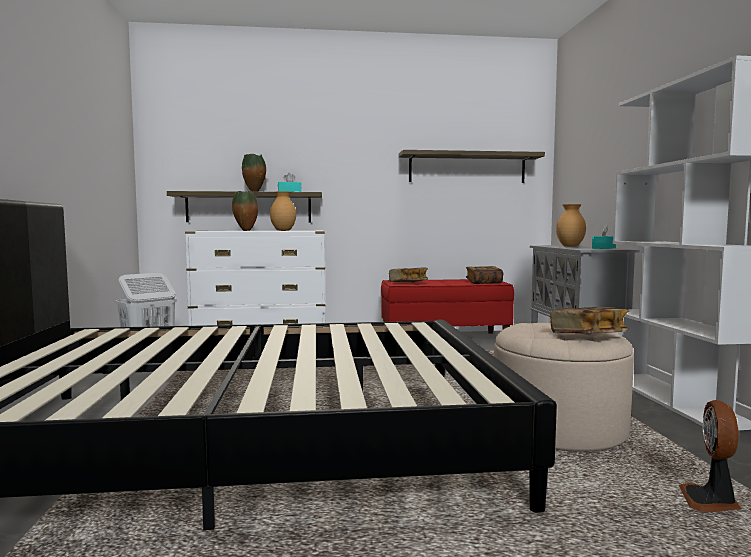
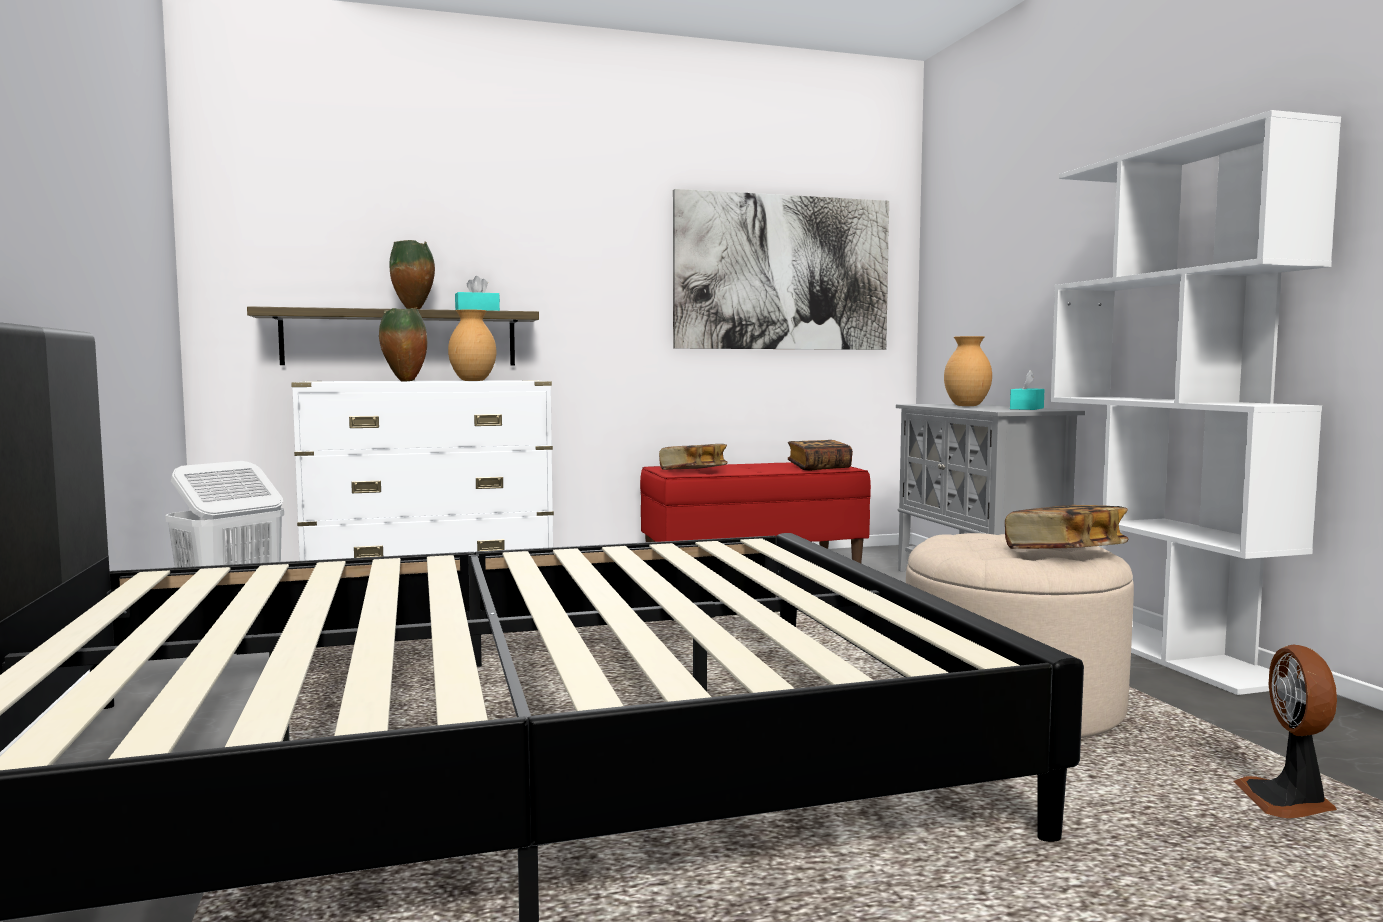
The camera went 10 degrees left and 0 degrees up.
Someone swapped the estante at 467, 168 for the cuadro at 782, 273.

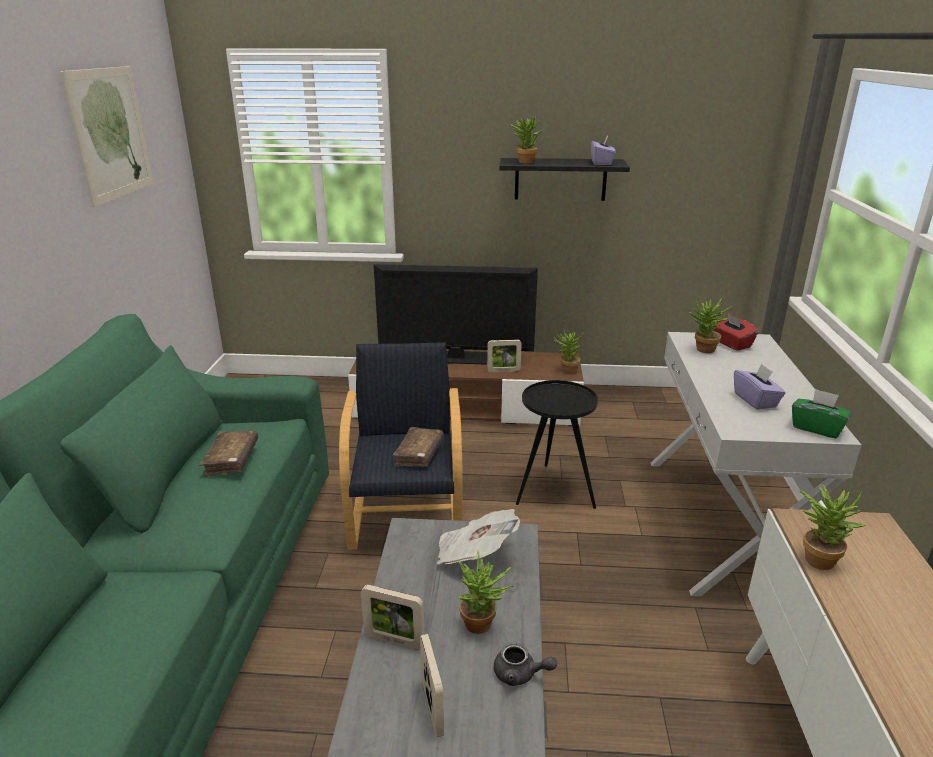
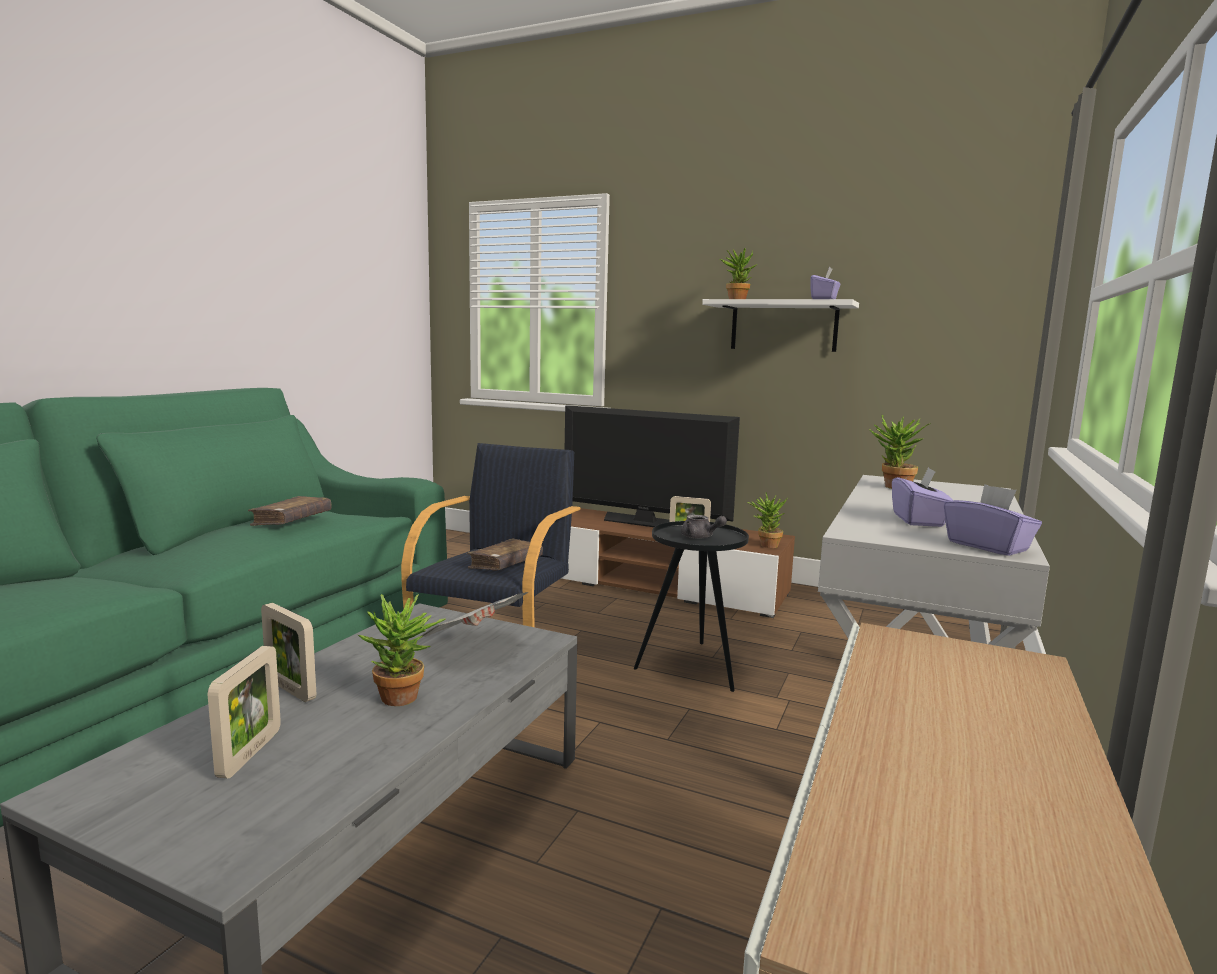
The camera went 20 degrees right and 15 degrees down.
Someone took away the cuadro at 111, 133.
Someone repainted the estante [negro] at 560, 179, which became the estante [blanco] at 783, 326.
Someone took away the caja de pañuelos [rojo] at 731, 344.
Someone repainted the caja de pañuelos [verde] at 816, 428, which became the caja de pañuelos [morado] at 987, 546.
Someone took away the planta en maceta at 818, 557.
Someone carried the tetera [gris] from 520, 674 to 700, 537.

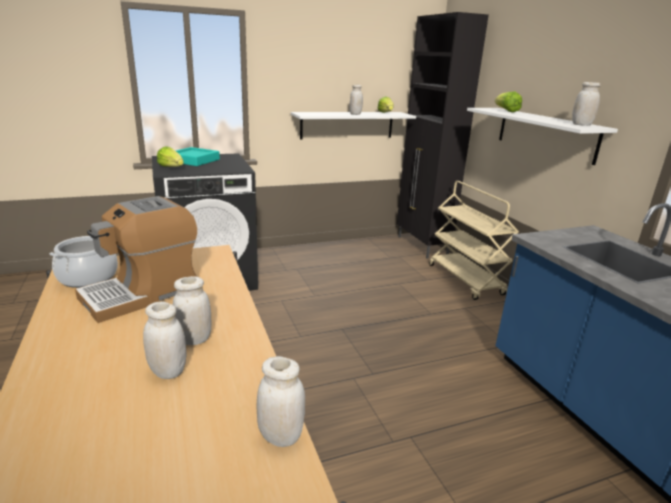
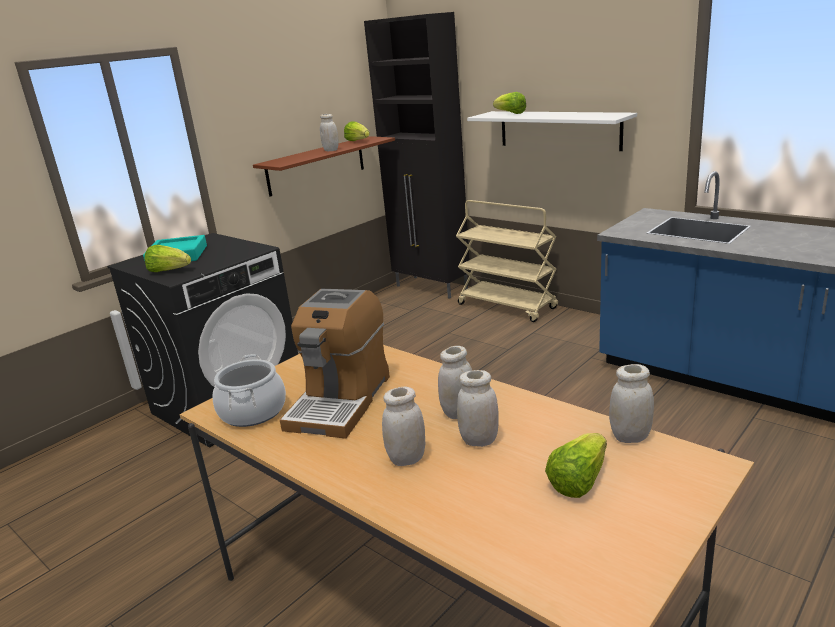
The camera went 25 degrees left and 0 degrees up.
Someone carried the tarro [blanco] from 581, 125 to 407, 459.
Someone repainted the estante [blanco] at 347, 125, which became the estante [marrón] at 316, 165.
Someone put down the lechuga at 578, 481.

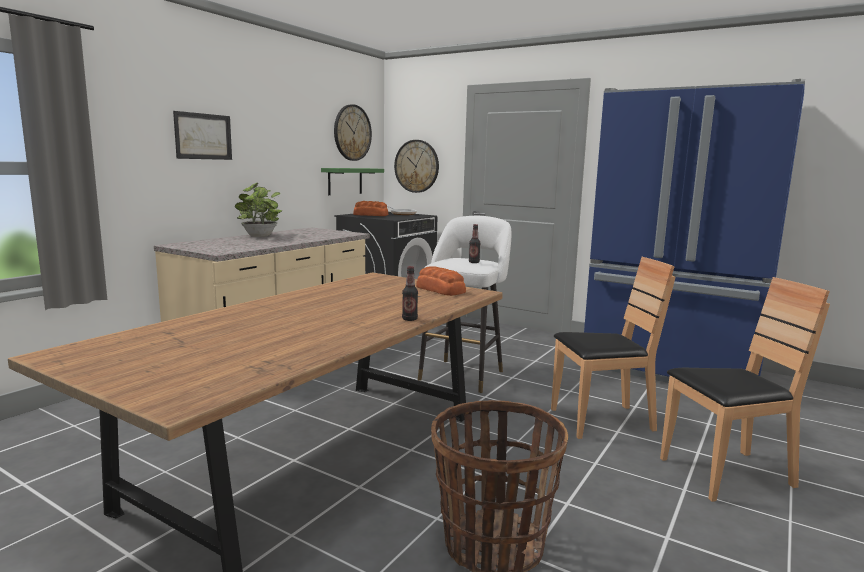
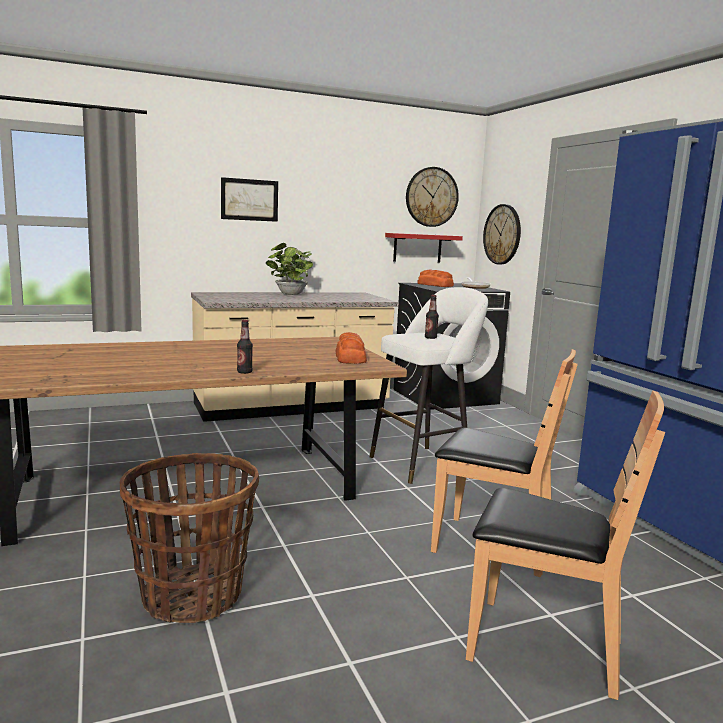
The camera went 35 degrees right and 0 degrees up.
Someone repainted the estante [verde] at 345, 181, which became the estante [rojo] at 417, 248.

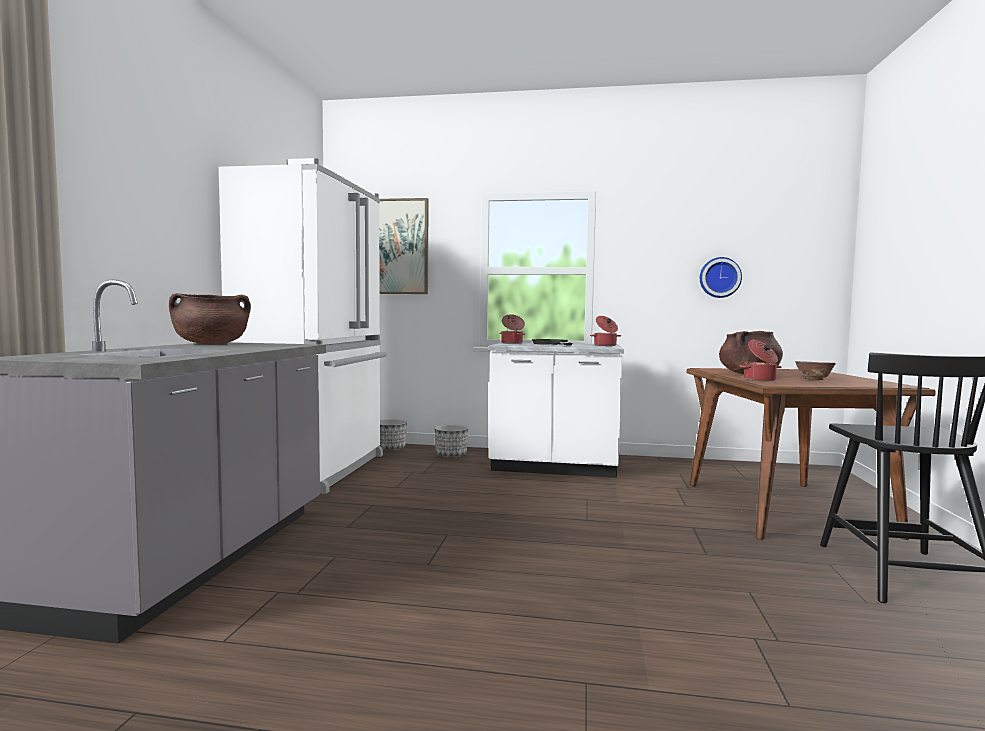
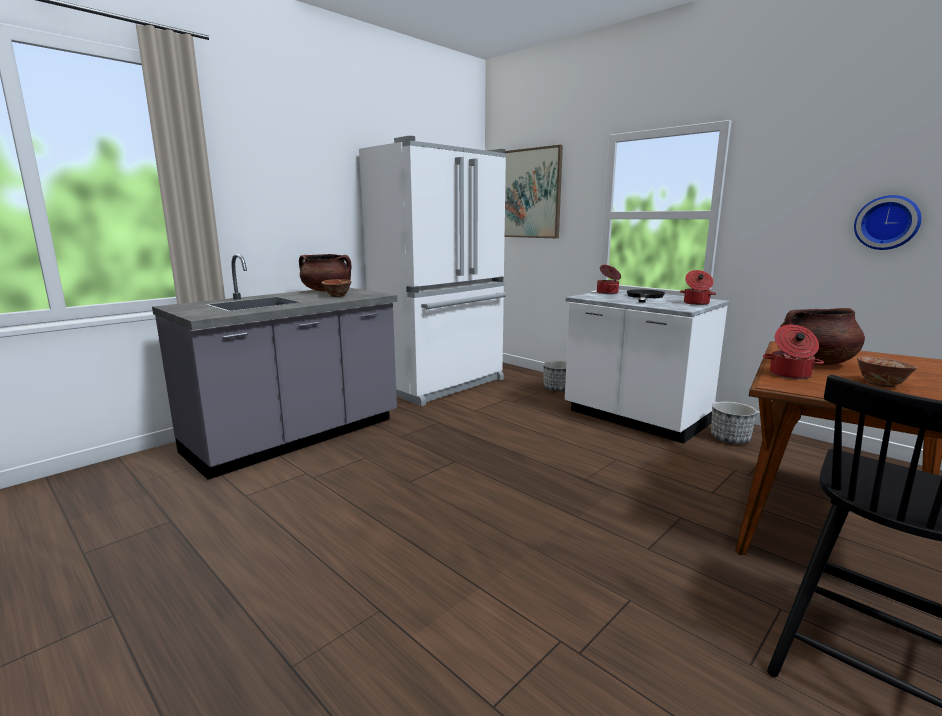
The camera went 35 degrees right and 10 degrees up.
Someone carried the maceta from 390, 449 to 730, 439.
Someone put down the cuenco at 337, 296.

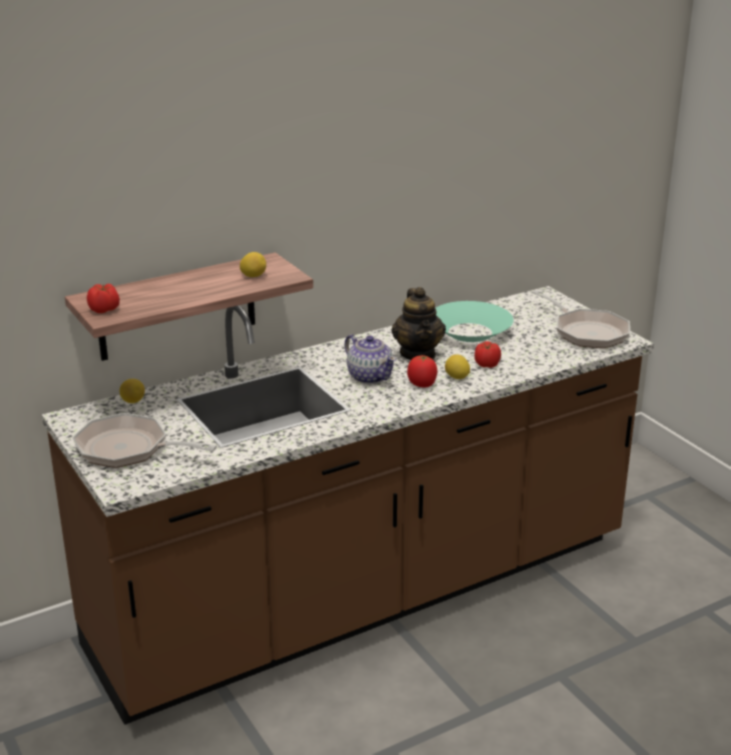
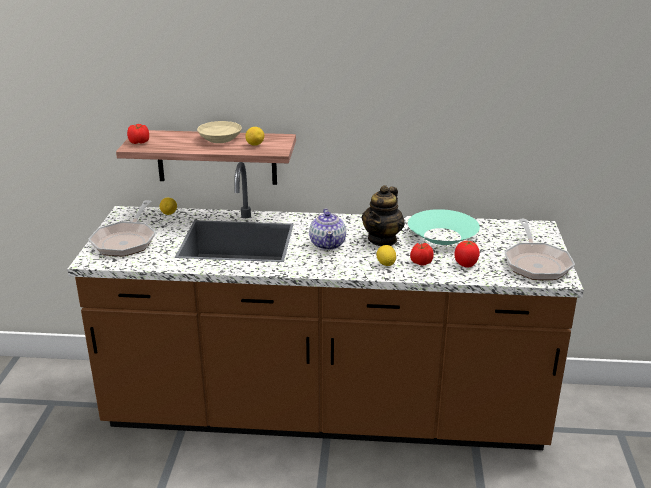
The camera went 35 degrees right and 0 degrees up.
Someone carried the tomate from 422, 384 to 466, 264.
Someone rotated the sartén at 129, 449 by 135 degrees counterclockwise.
Someone put down the cuenco [beis] at 221, 139.

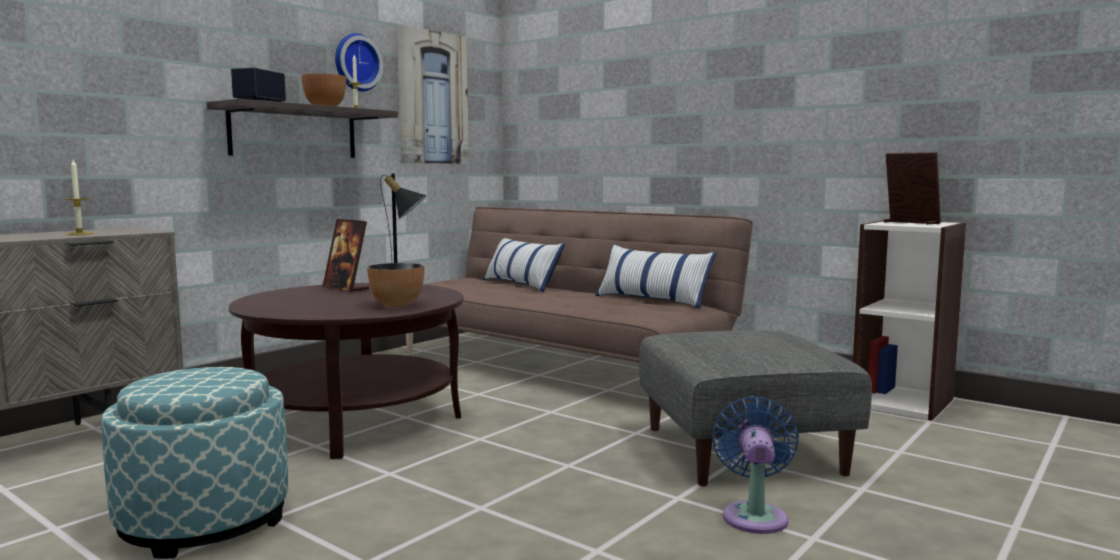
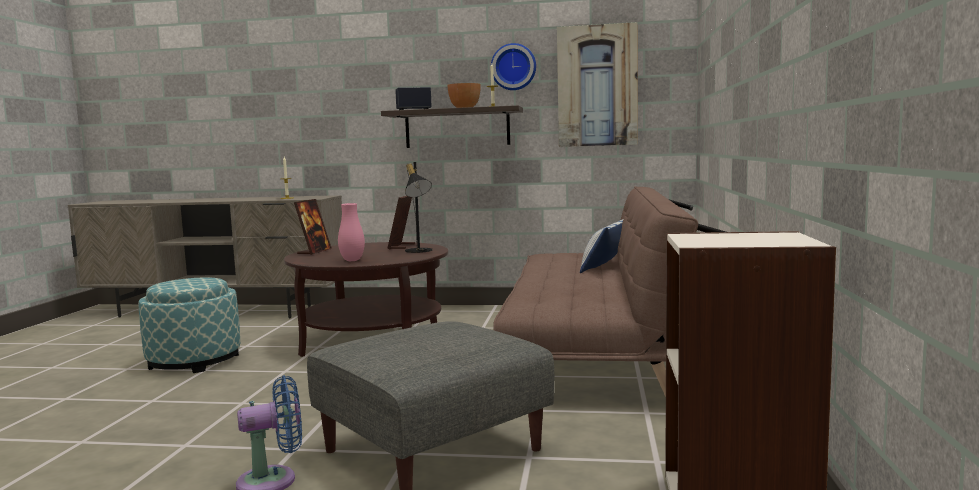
The camera went 60 degrees right and 0 degrees up.
Someone carried the portarretratos from 910, 223 to 314, 251.
Someone took away the cojín at 652, 300.
Someone swapped the cuenco at 396, 305 for the florero [rosa] at 352, 260.

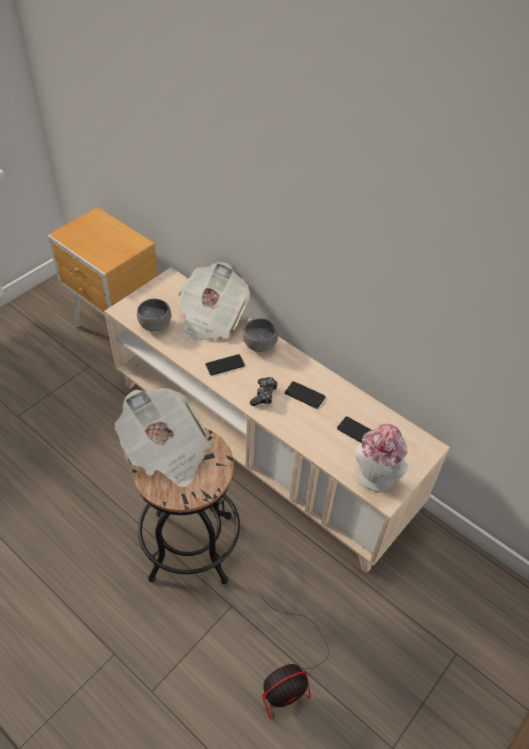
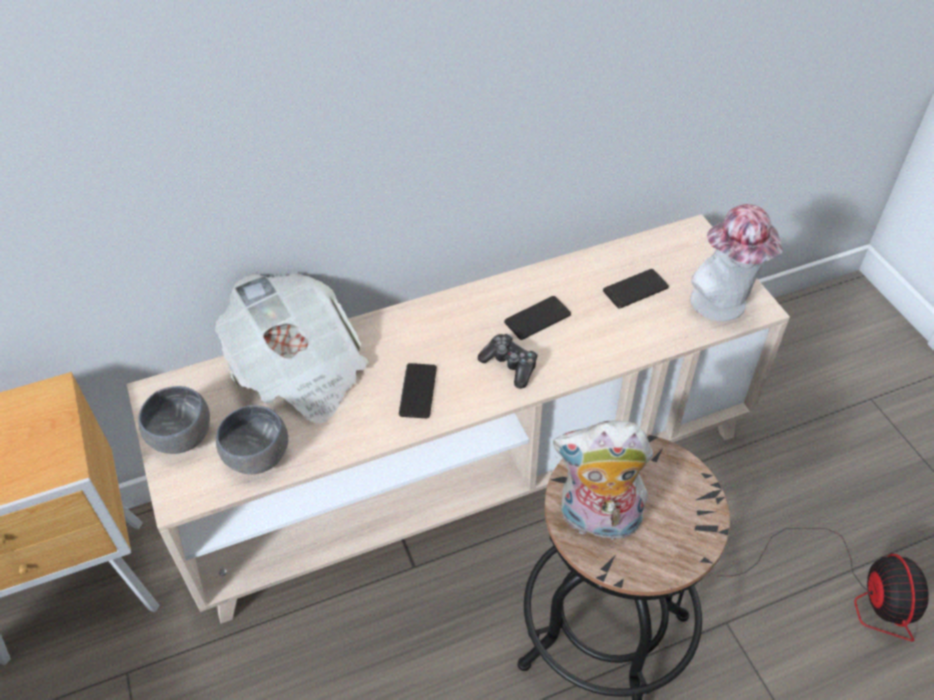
The camera went 60 degrees left and 0 degrees up.
Someone carried the cuenco [gris] from 258, 345 to 181, 439.
Someone swapped the periódico at 166, 451 for the peluche at 597, 520.

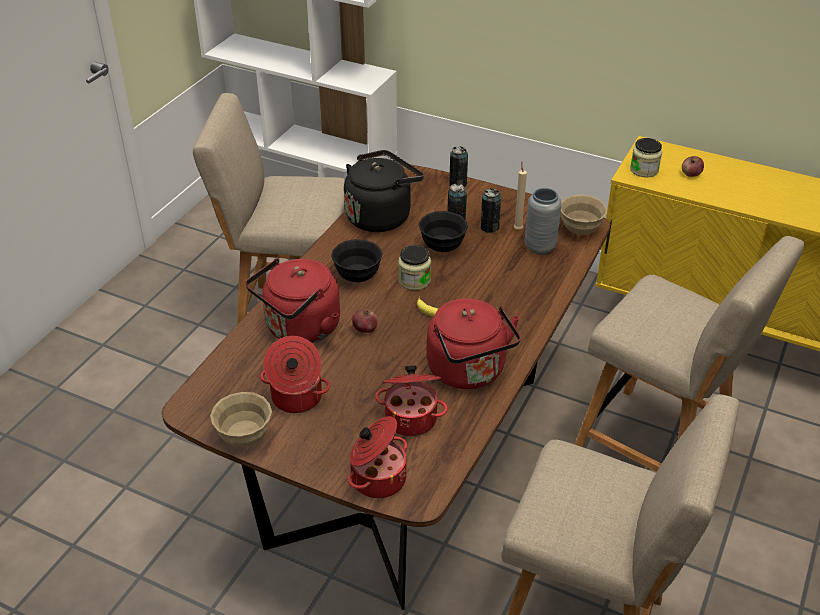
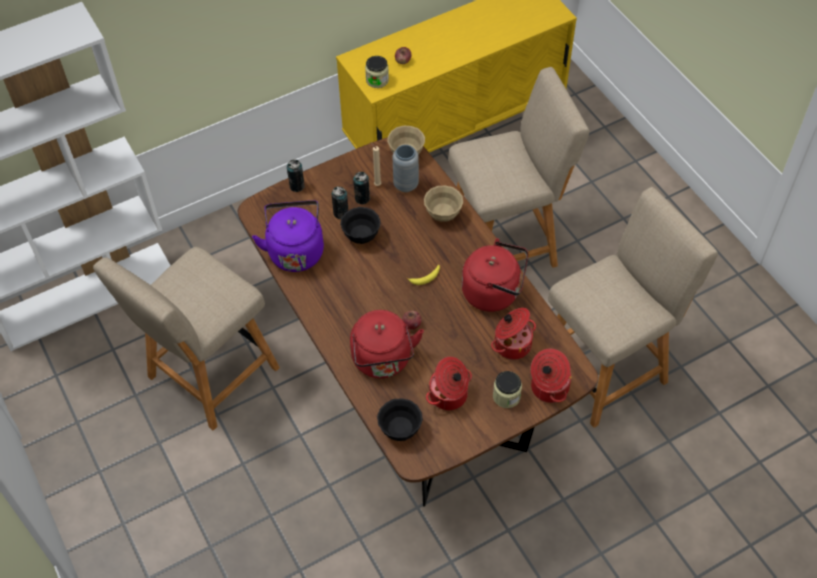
The camera went 55 degrees left and 15 degrees up.
Someone repainted the hervidor [negro] at 381, 216, which became the hervidor [morado] at 295, 250.
Someone carried the cuenco [negro] from 357, 276 to 400, 429.
Someone carried the tarro from 414, 280 to 506, 396.
Someone carried the cuenco [beis] from 244, 437 to 443, 214.

